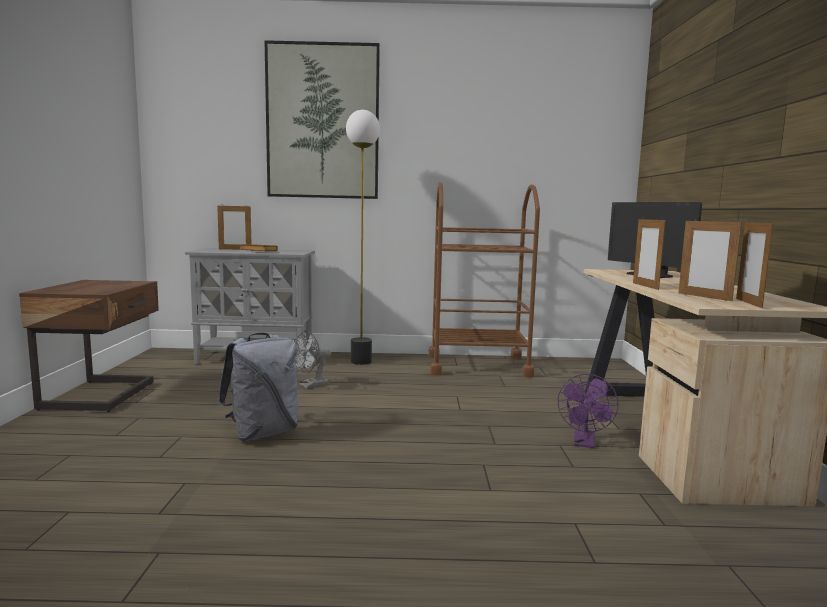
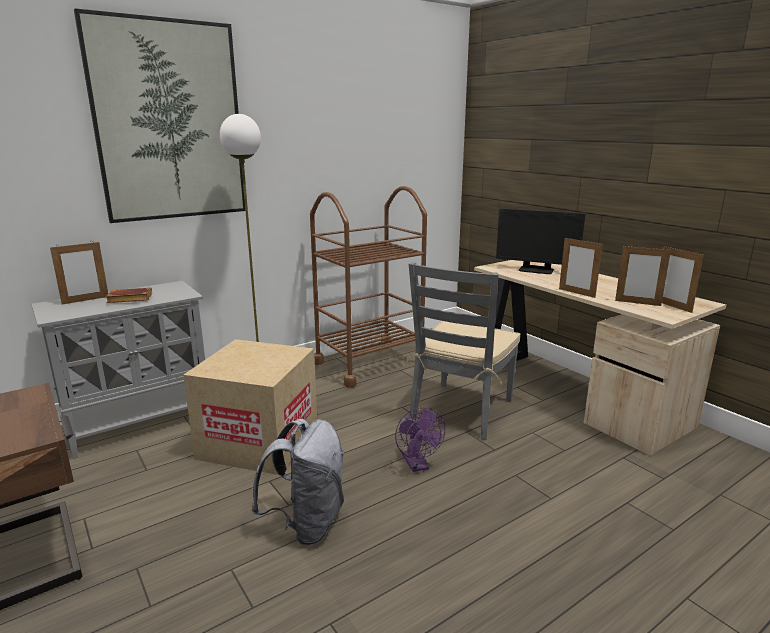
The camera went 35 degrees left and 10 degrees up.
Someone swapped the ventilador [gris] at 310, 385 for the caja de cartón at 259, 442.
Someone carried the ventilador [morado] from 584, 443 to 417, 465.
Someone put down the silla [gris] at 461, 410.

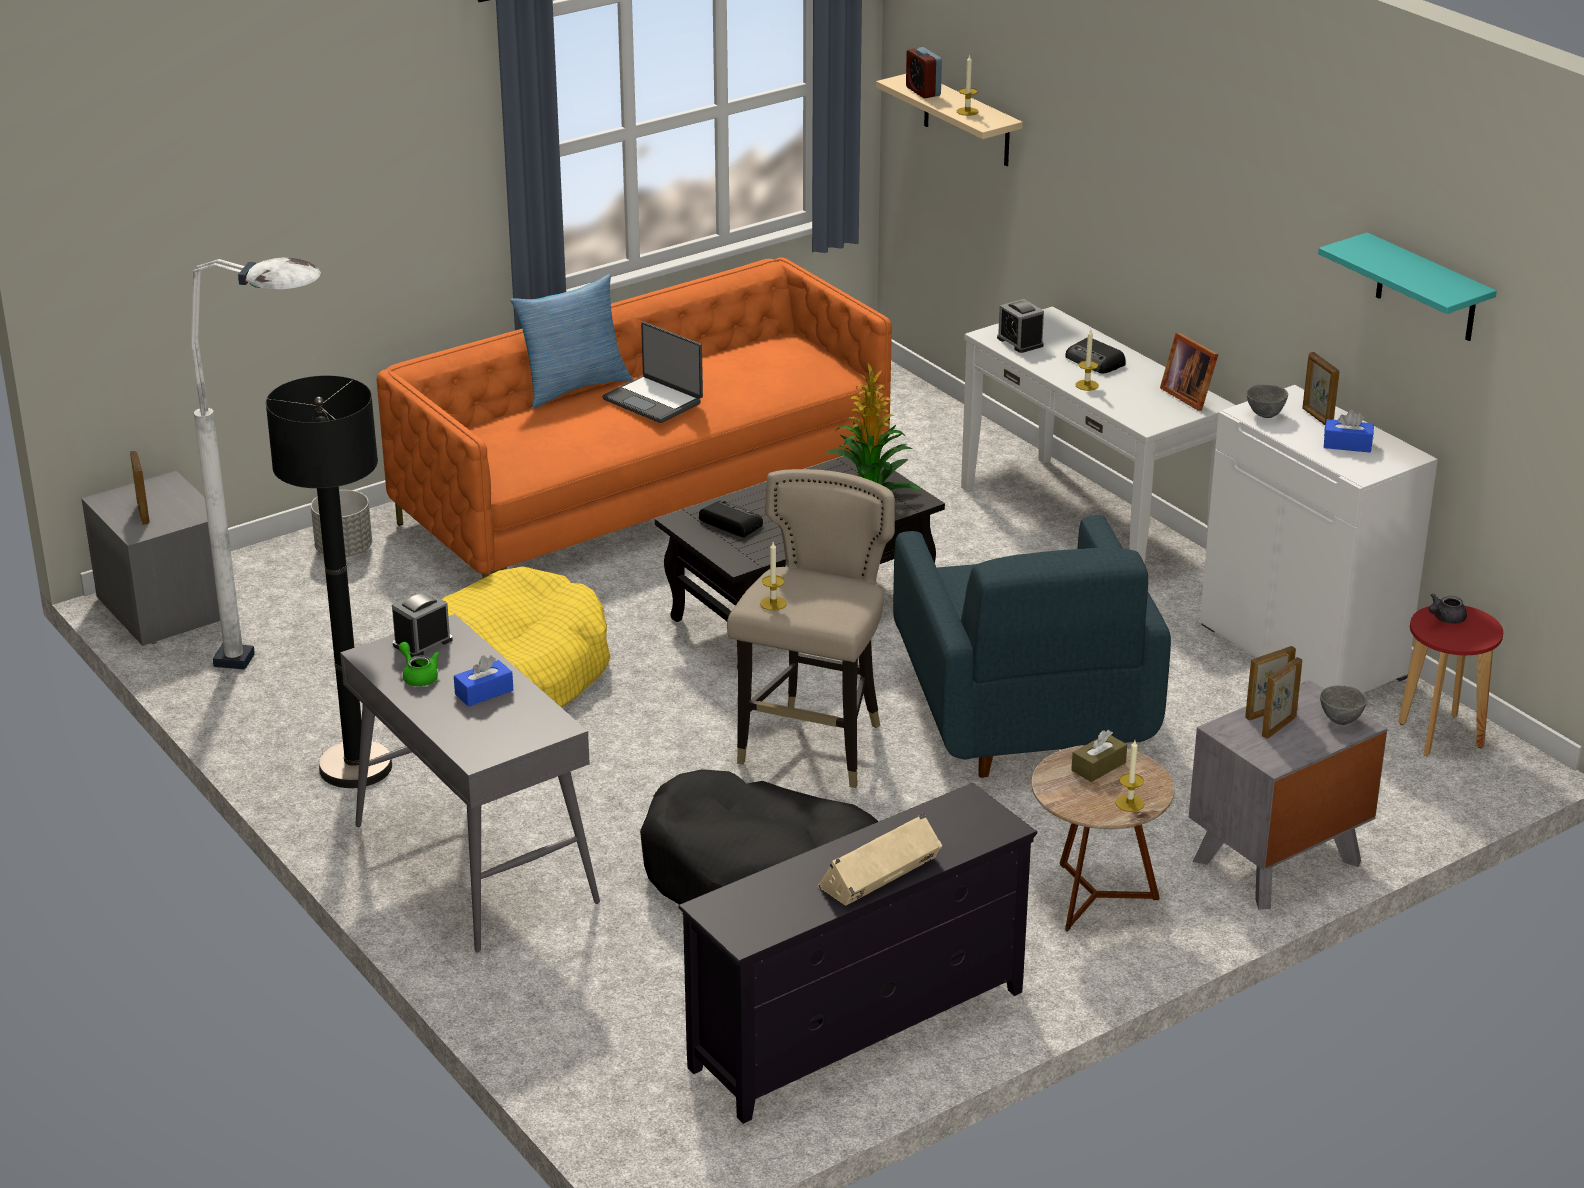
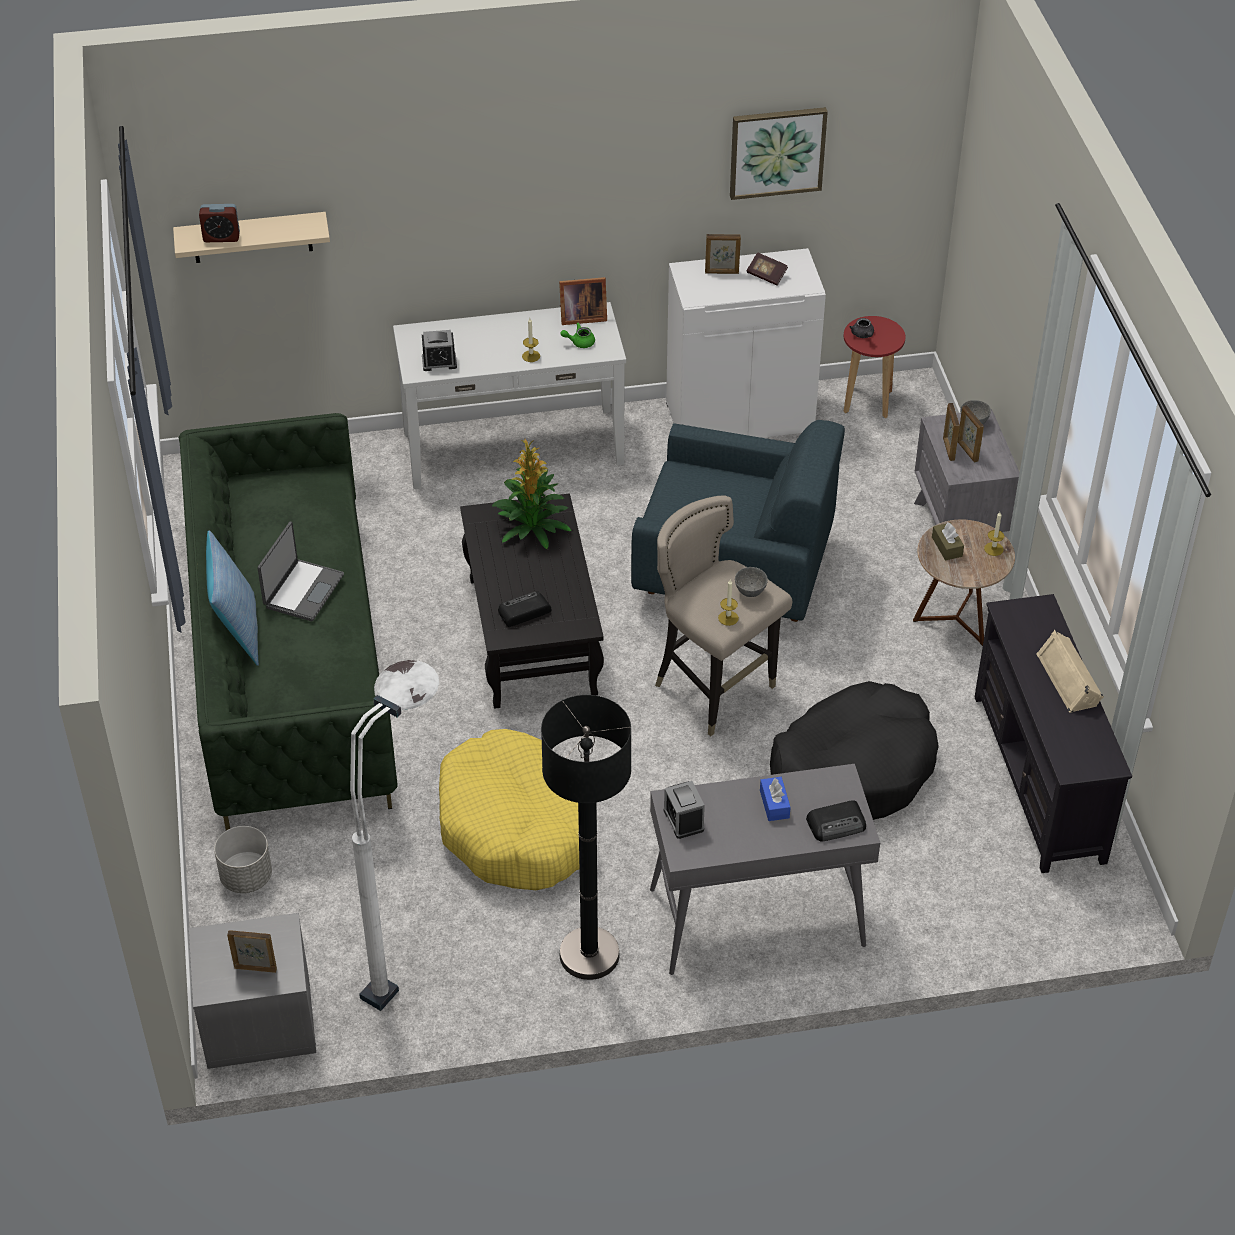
The camera went 65 degrees left and 15 degrees up.
Someone took away the vela at 967, 111.
Someone swapped the estante [turquesa] at 1426, 289 for the cuadro at 777, 152.
Someone repainted the sofá [naranja] at 643, 494, which became the sofá [verde] at 292, 664.
Someone rotated the portátil at 654, 400 by 45 degrees counterclockwise.
Someone carried the radio from 1095, 361 to 837, 824.
Someone carried the cuenco [gris] from 1265, 415 to 751, 592.
Someone swapped the caja de pañuelos [azul] at 1347, 444 for the libro at 766, 275.
Someone carried the tetera [verde] from 418, 676 to 579, 342.

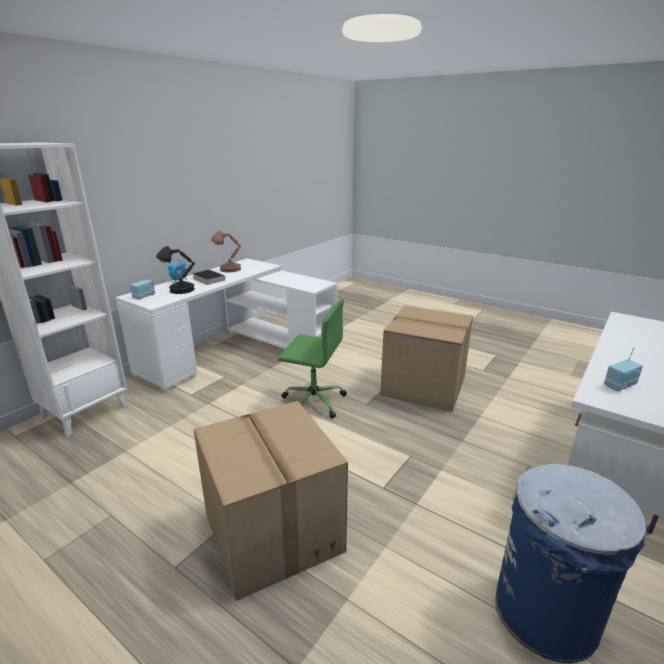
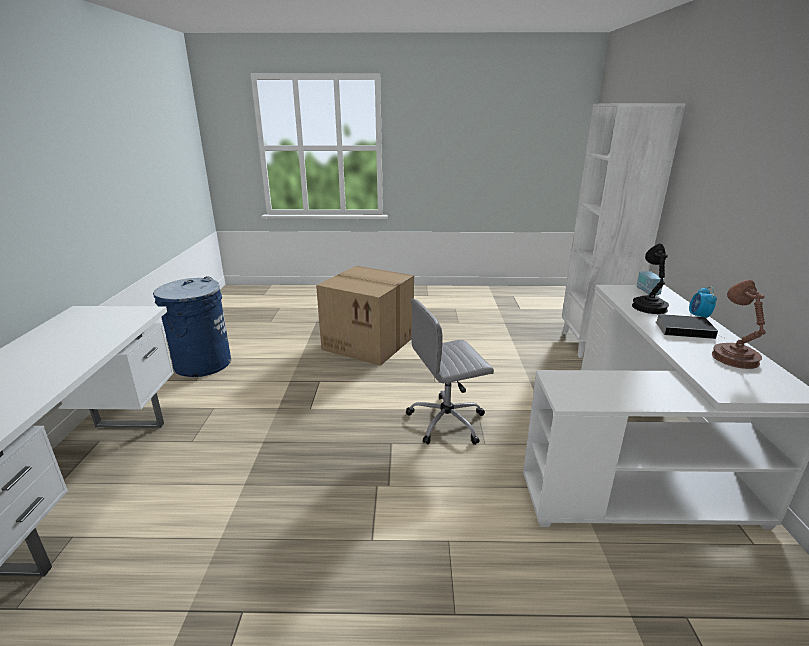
The camera went 145 degrees right and 0 degrees up.
Someone repainted the silla de oficina [verde] at 312, 401, which became the silla de oficina [gris] at 448, 421.
Someone took away the caja de cartón at 422, 386.
Someone took away the radio at 620, 385.

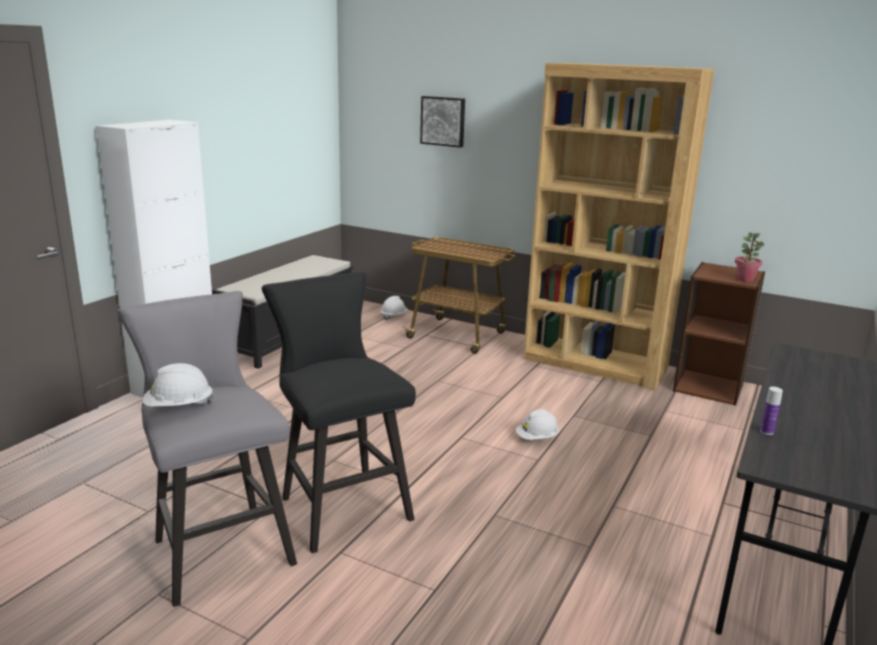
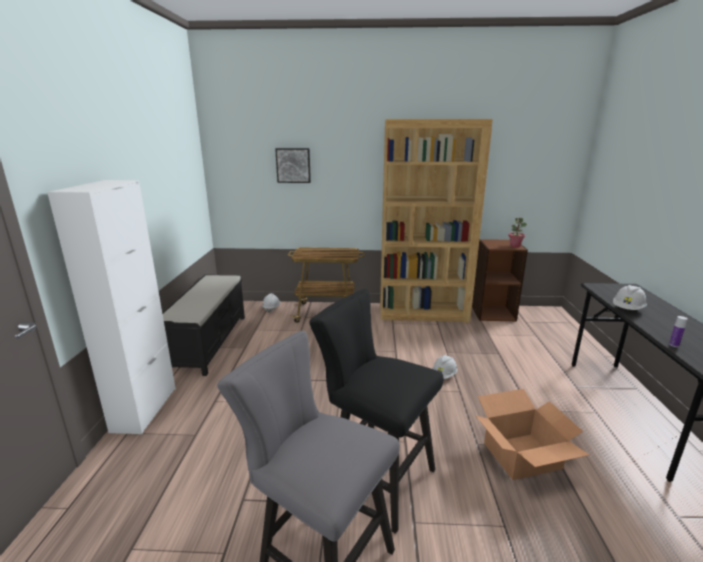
The camera went 25 degrees left and 0 degrees up.
Someone carried the casco [blanco] from 178, 407 to 627, 309.
Someone put down the caja de cartón at 522, 456.

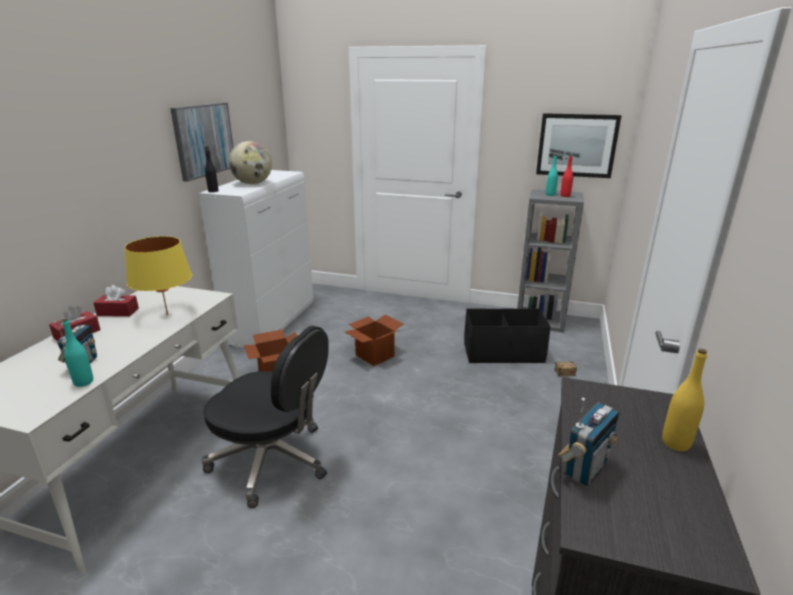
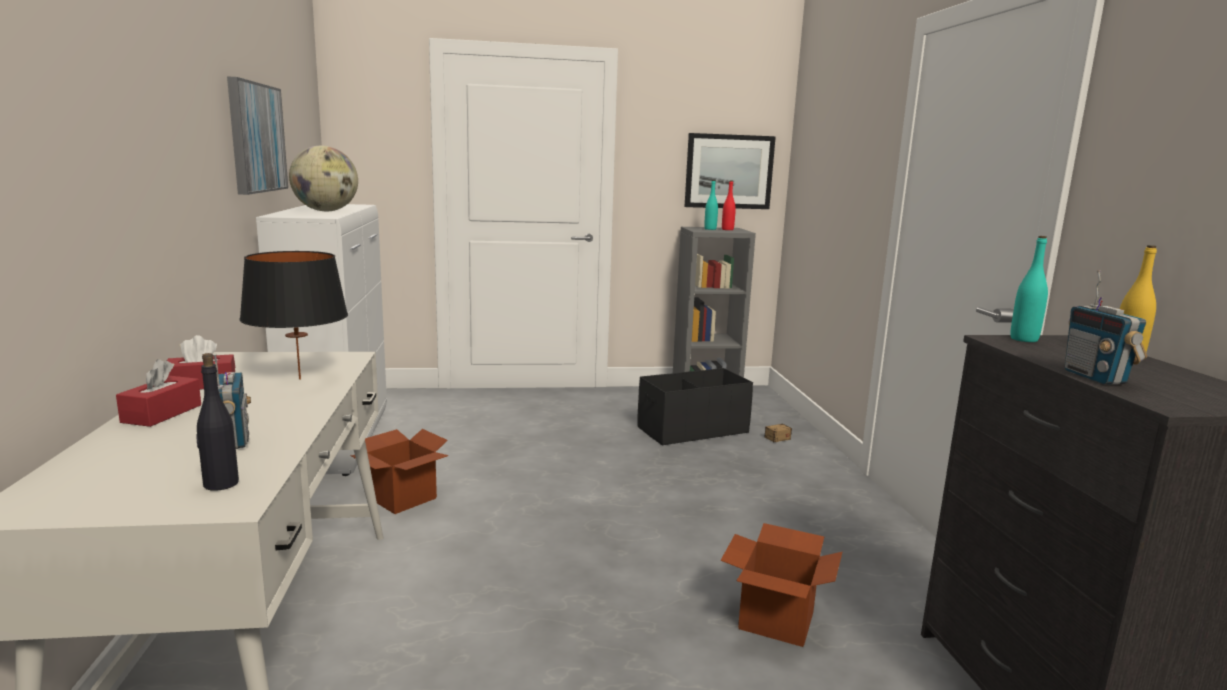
The camera went 25 degrees left and 10 degrees down.
Someone carried the botella [negro] from 213, 191 to 220, 484.
Someone repainted the lámpara de mesa [amarillo] at 167, 314, which became the lámpara de mesa [negro] at 300, 379.
Someone carried the caja de cartón from 375, 355 to 776, 620.
Someone carried the botella [turquesa] from 83, 382 to 1024, 339.
Someone took away the silla de oficina [negro] at 273, 461.
Someone rotated the radio at 584, 468 by 150 degrees clockwise.

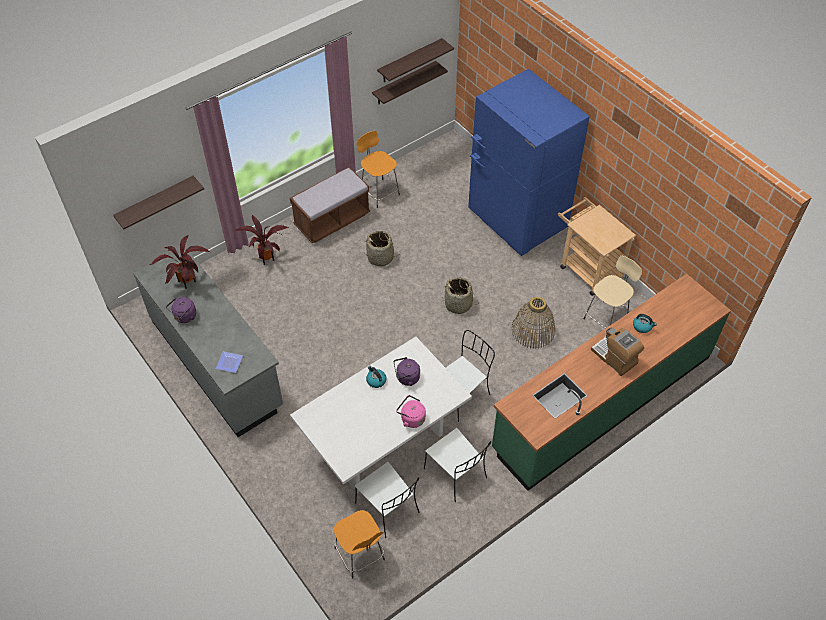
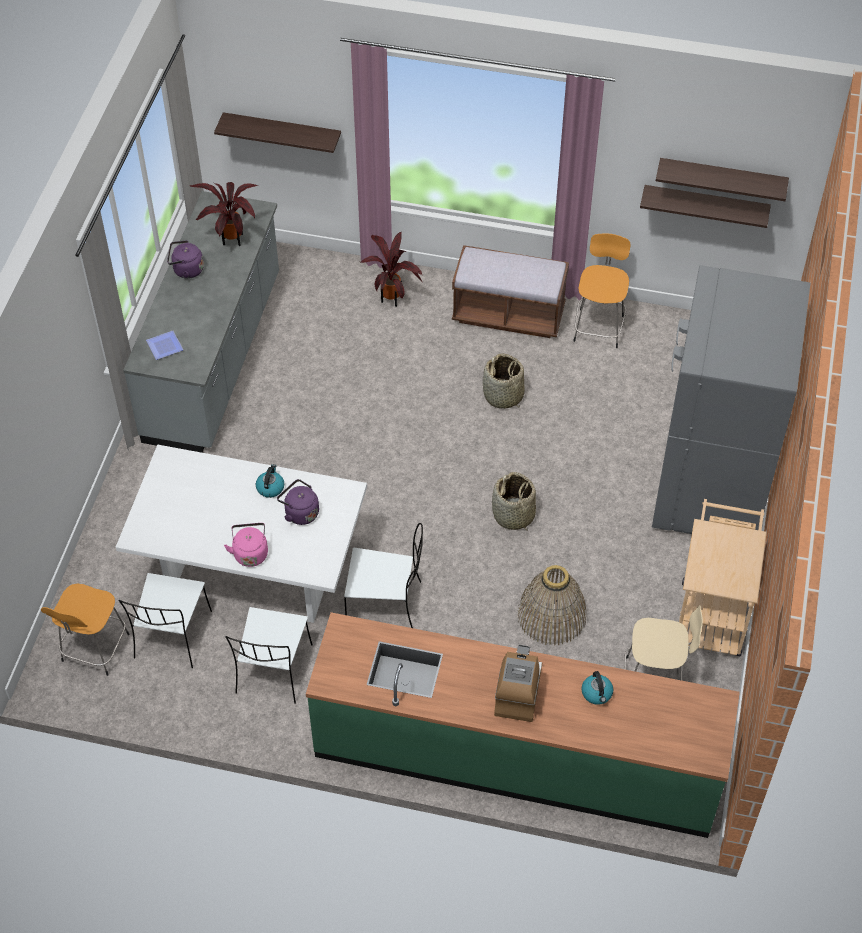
The camera went 50 degrees right and 0 degrees up.
Someone repainted the nevera [azul] at 516, 220, which became the nevera [gris] at 709, 487.

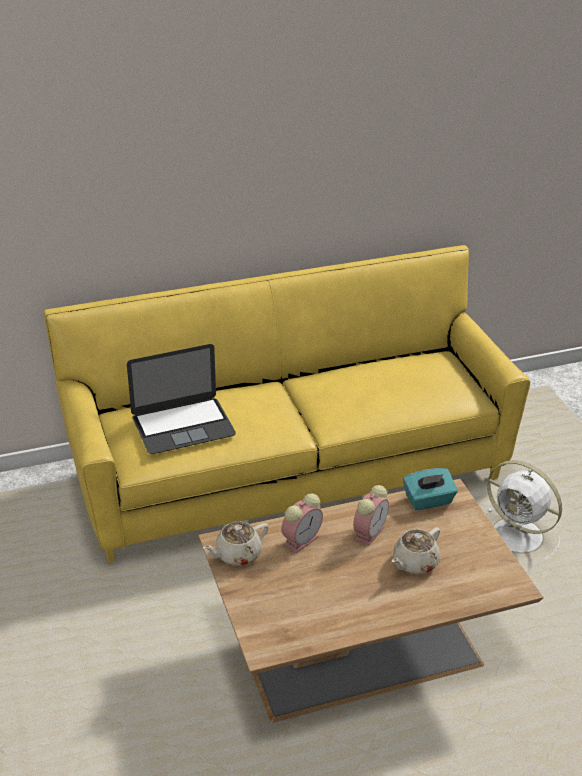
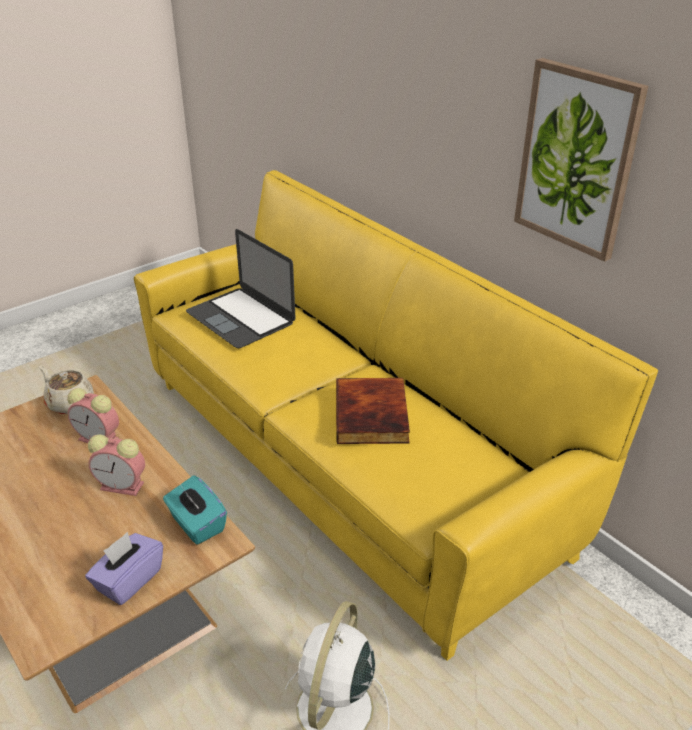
The camera went 70 degrees right and 0 degrees up.
Someone took away the tetera [beis] at 414, 563.
Someone put up the cuadro at 577, 159.
Someone put down the libro at 373, 415.
Someone put down the caja de pañuelos [morado] at 129, 580.

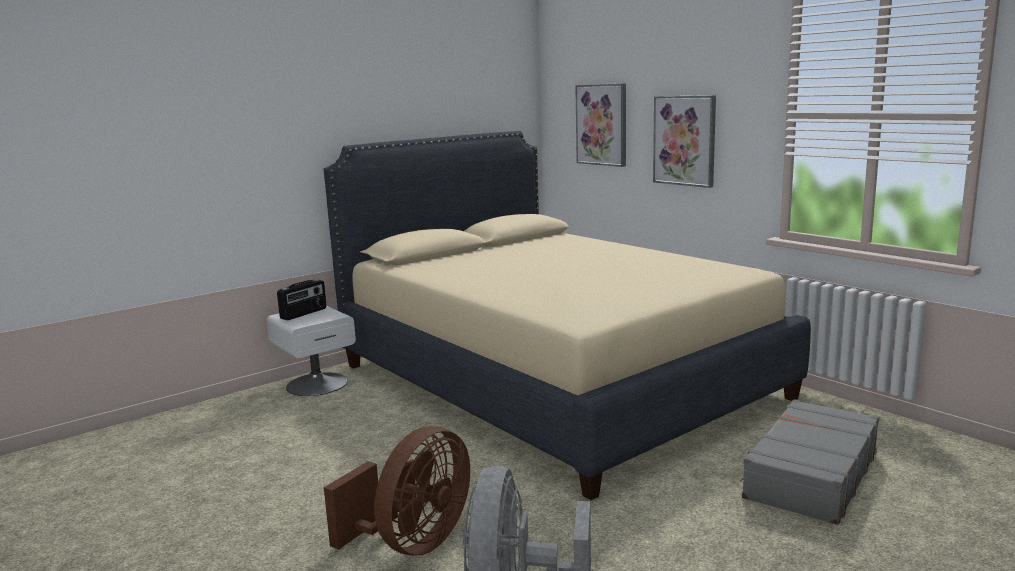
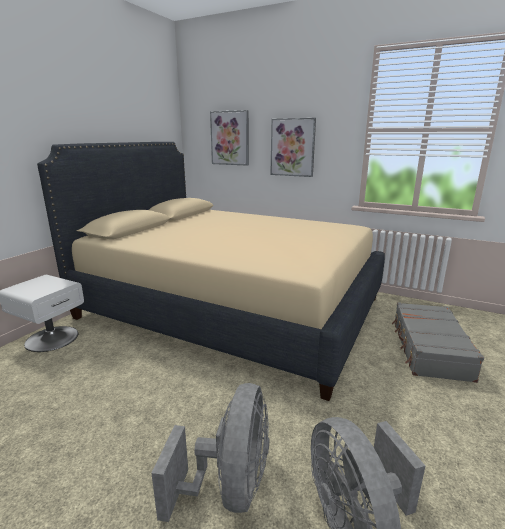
The camera went 25 degrees left and 5 degrees up.
Someone took away the radio at 304, 313.
Someone repainted the ventilador [marrón] at 413, 543, which became the ventilador [gris] at 229, 487.

